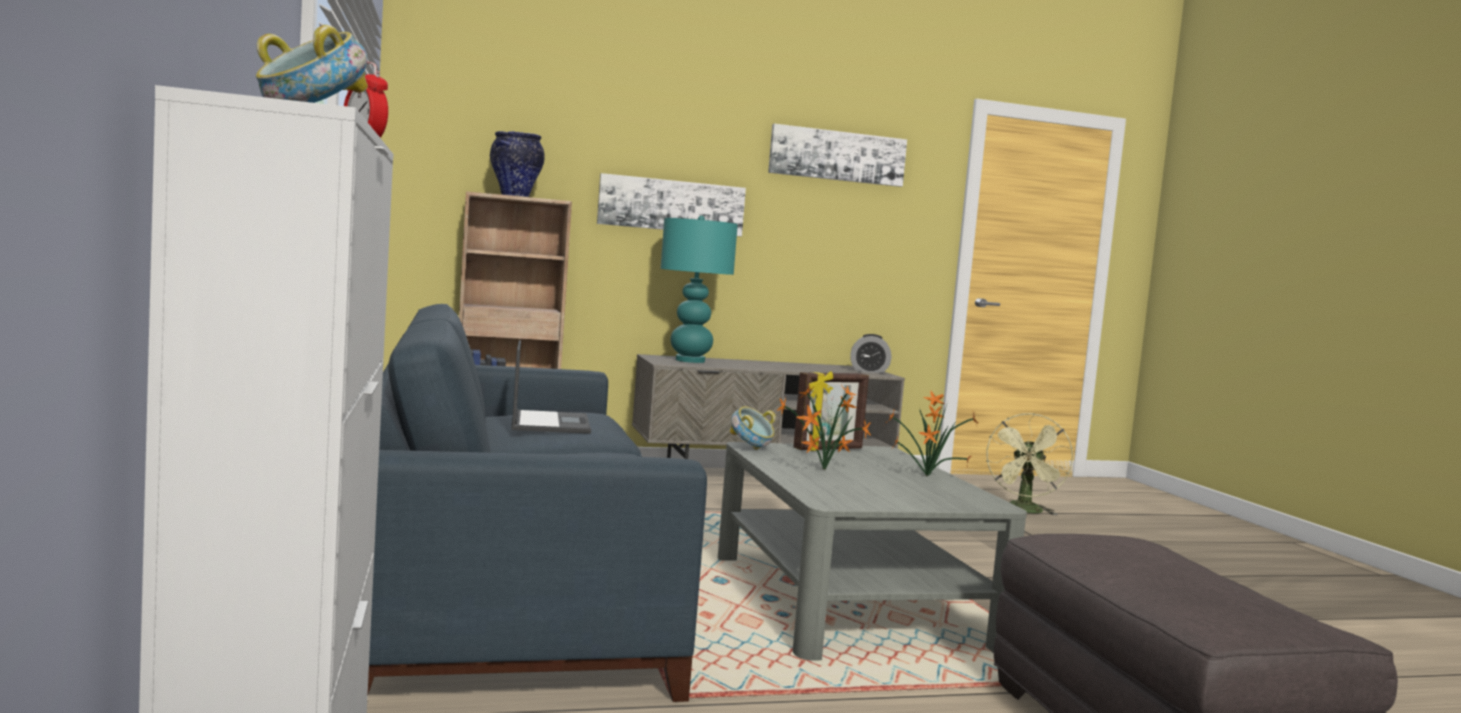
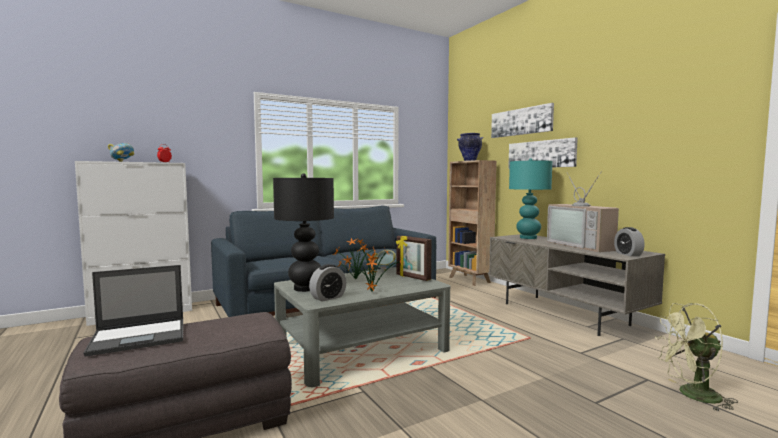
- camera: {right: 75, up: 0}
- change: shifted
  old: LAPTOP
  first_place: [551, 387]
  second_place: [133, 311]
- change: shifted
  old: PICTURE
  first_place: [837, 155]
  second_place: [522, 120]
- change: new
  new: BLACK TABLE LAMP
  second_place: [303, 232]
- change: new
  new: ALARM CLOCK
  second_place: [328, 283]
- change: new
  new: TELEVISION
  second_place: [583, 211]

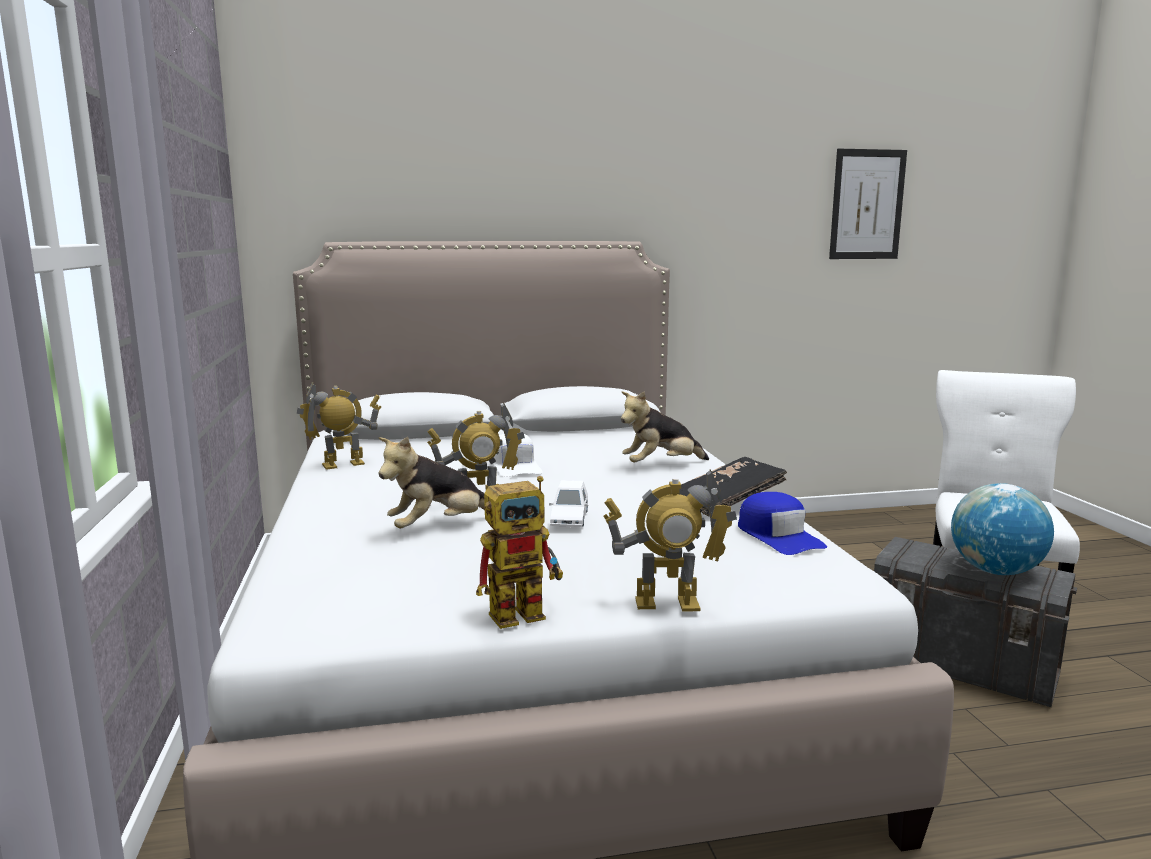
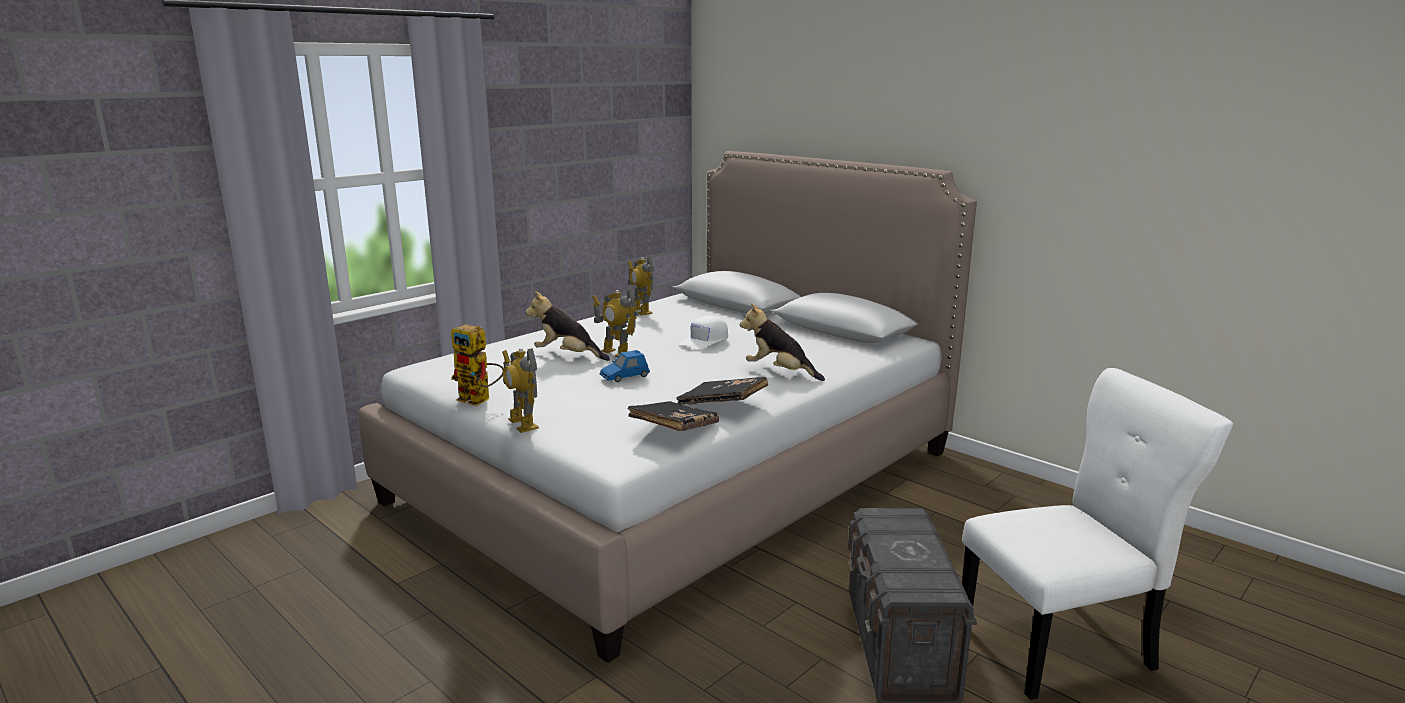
- camera: {right: 55, up: 5}
- change: rotated
  old: TOY ROBOT
  first_place: [339, 426]
  second_place: [641, 285]
  degrees: -150
- change: repainted
  old: WHITE TOY CAR
  new: BLUE TOY CAR
  first_place: [568, 503]
  second_place: [625, 366]
- change: swapped
  old: BLUE CAP
  new: BLACK BOOK
  first_place: [782, 523]
  second_place: [673, 416]
- change: gone
  old: PICTURE
  first_place: [868, 204]
- change: gone
  old: GLOBE
  first_place: [1002, 529]

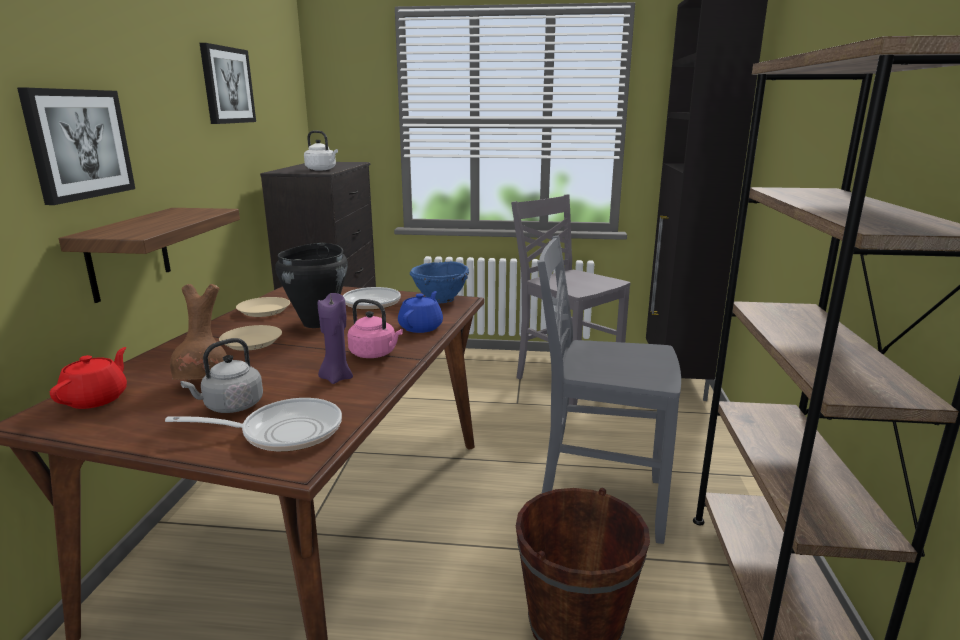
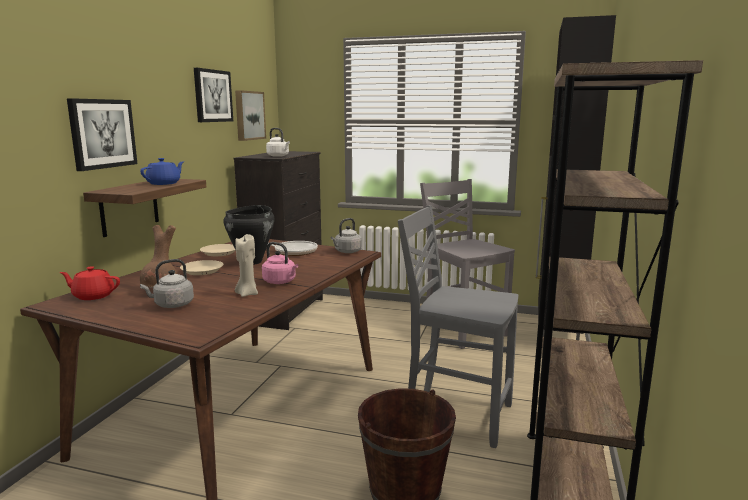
- camera: {right: 10, up: -5}
- change: rotated
  old: RED TEAPOT
  first_place: [88, 378]
  second_place: [90, 283]
  degrees: -105
- change: gone
  old: FRYING PAN
  first_place: [253, 425]
- change: repainted
  old: PURPLE CANDLE
  new: BEIGE CANDLE
  first_place: [335, 338]
  second_place: [246, 265]
- change: shifted
  old: BLUE TEAPOT
  first_place: [420, 312]
  second_place: [162, 171]
- change: swapped
  old: BLUE BOWL
  new: GREY KETTLE
  first_place: [439, 282]
  second_place: [346, 235]
- change: new
  new: PICTURE
  second_place: [250, 115]

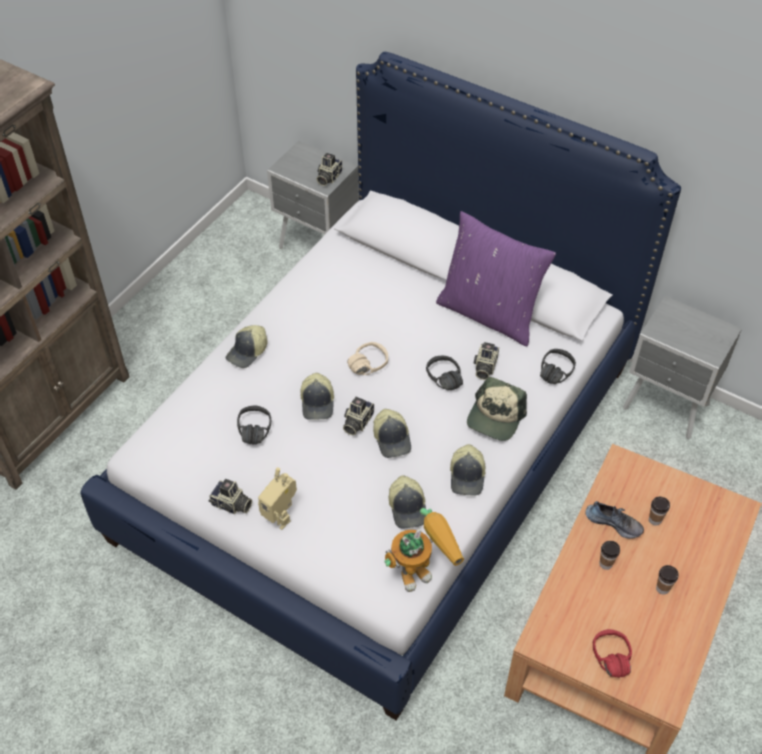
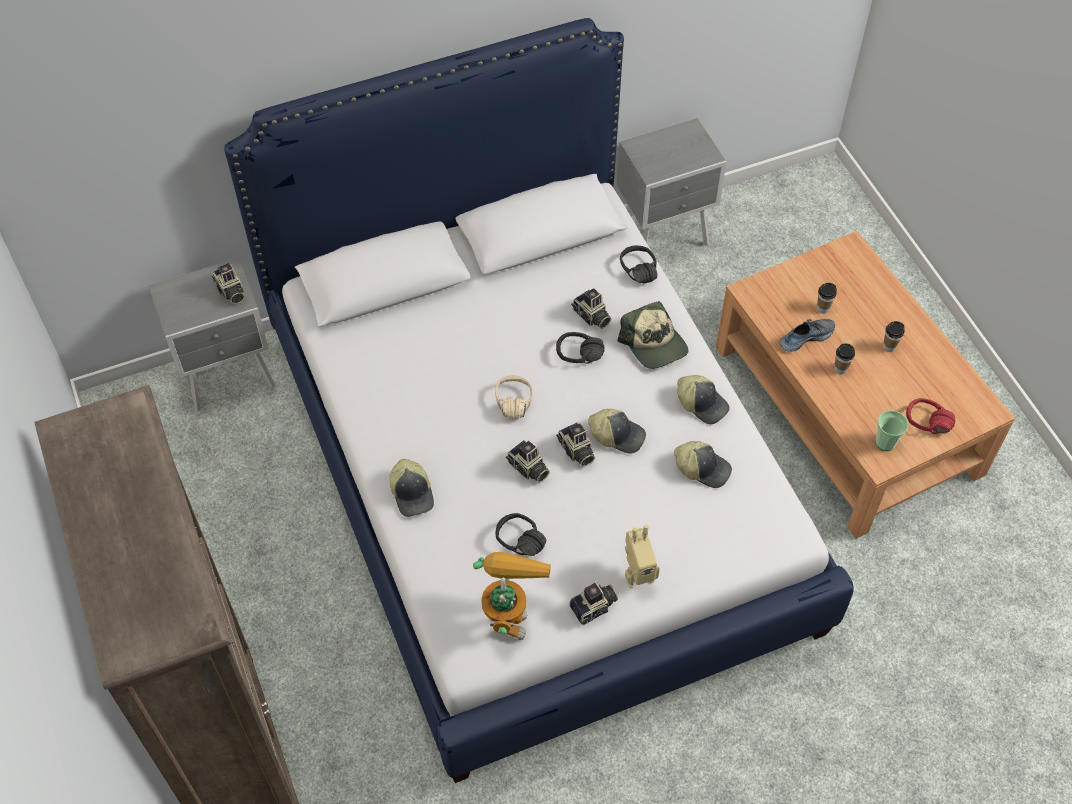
- camera: {right: -55, up: 5}
- change: swapped
  old: CAP
  new: PHOTO CAMERA
  first_place: [317, 396]
  second_place: [528, 461]
- change: shifted
  old: TOY ROBOT
  first_place: [424, 550]
  second_place: [512, 596]
- change: gone
  old: PURPLE PILLOW
  first_place: [496, 278]
- change: new
  new: CUP
  second_place: [892, 430]

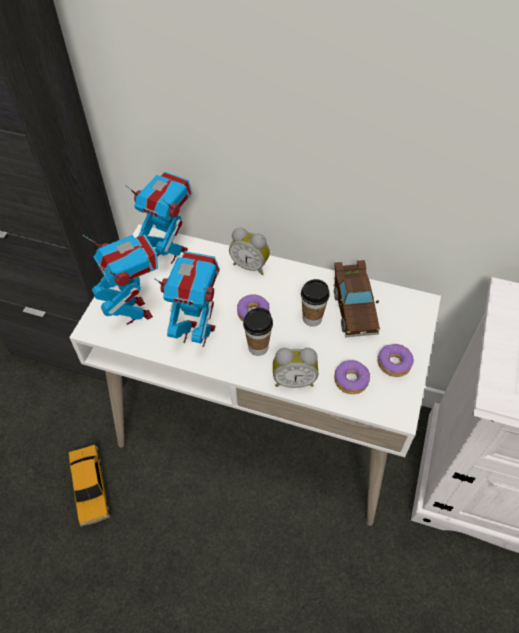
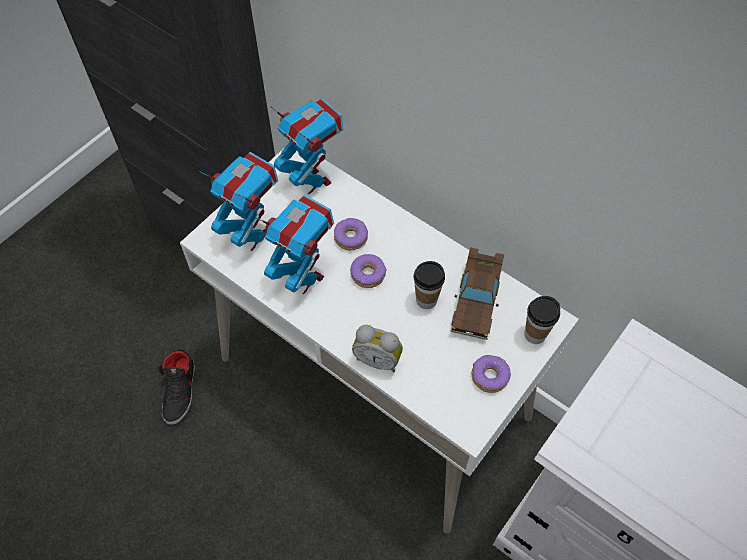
- camera: {right: 20, up: 5}
- change: swapped
  old: TOY CAR
  new: BLACK SHOE
  first_place: [89, 485]
  second_place: [176, 387]
- change: rotated
  old: TOY ROBOT
  first_place: [120, 279]
  second_place: [239, 201]
  degrees: -45
- change: gone
  old: ALARM CLOCK
  first_place: [249, 251]
- change: shifted
  old: CUP
  first_place: [258, 332]
  second_place: [542, 320]
- change: shifted
  old: DONUT
  first_place: [352, 377]
  second_place: [351, 234]

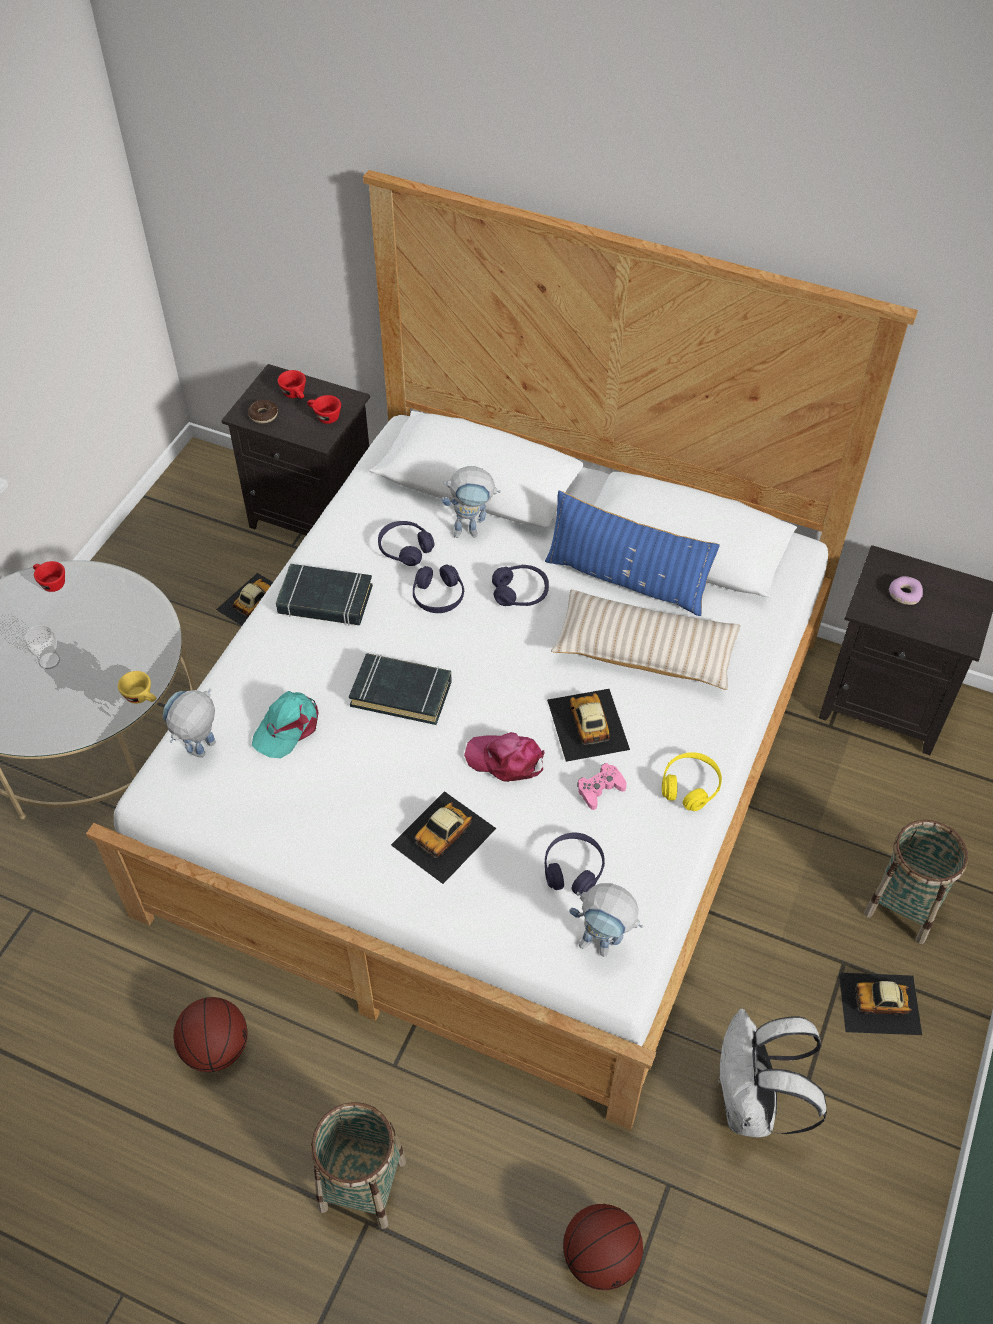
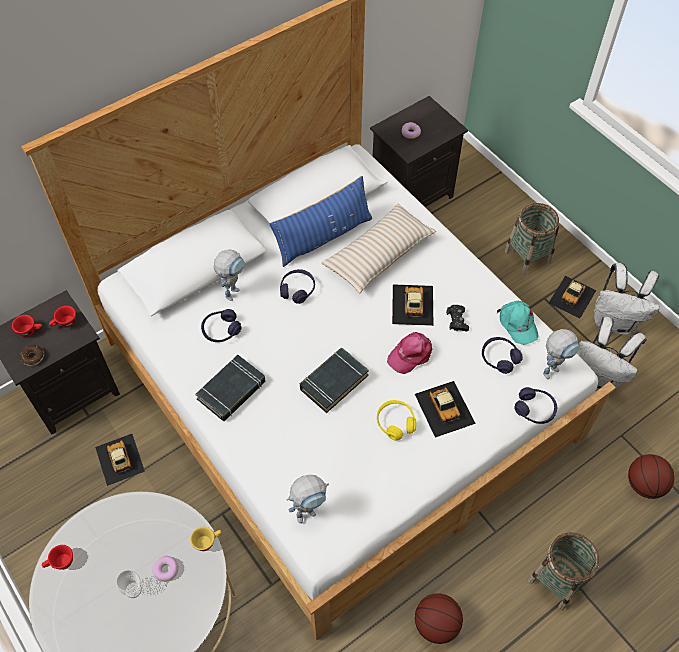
- camera: {right: -60, up: 5}
- change: rotated
  old: TOY ROBOT
  first_place: [189, 723]
  second_place: [308, 499]
  degrees: -90
- change: shifted
  old: TURQUOISE CAP
  first_place: [285, 724]
  second_place: [518, 323]
- change: shifted
  old: PURPLE HEADPHONES
  first_place: [438, 588]
  second_place: [535, 405]
- change: rotated
  old: TOY CAR
  first_place: [588, 725]
  second_place: [413, 305]
  degrees: 75
- change: repainted
  old: PINK GAME CONTROLLER
  new: BLACK GAME CONTROLLER
  first_place: [602, 786]
  second_place: [457, 318]
- change: shifted
  old: YELLOW HEADPHONES
  first_place: [692, 781]
  second_place: [396, 420]
- change: new
  new: DONUT
  second_place: [165, 569]
- change: new
  new: WHITE BACKPACK
  second_place: [627, 299]

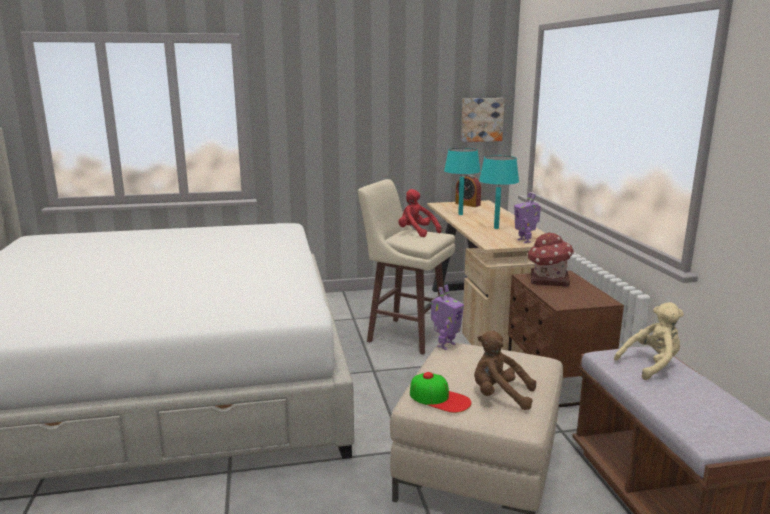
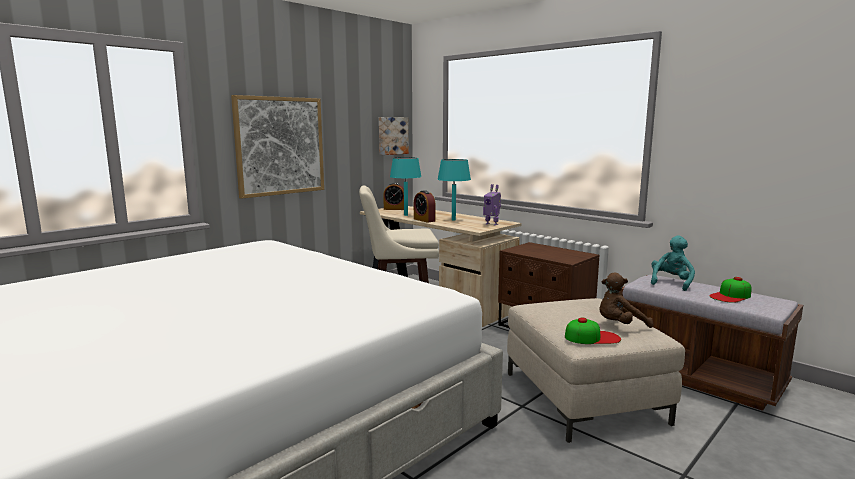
- camera: {right: -35, up: -5}
- change: gone
  old: RED PLUSH TOY
  first_place: [420, 213]
- change: gone
  old: TOY ROBOT
  first_place: [447, 317]
- change: gone
  old: TOY HOUSE
  first_place: [550, 259]
- change: repainted
  old: BEIGE PLUSH TOY
  new: TURQUOISE PLUSH TOY
  first_place: [649, 341]
  second_place: [673, 263]
- change: new
  new: PICTURE
  second_place: [277, 147]
- change: new
  new: ALARM CLOCK
  second_place: [425, 206]
- change: new
  new: CAP
  second_place: [730, 290]

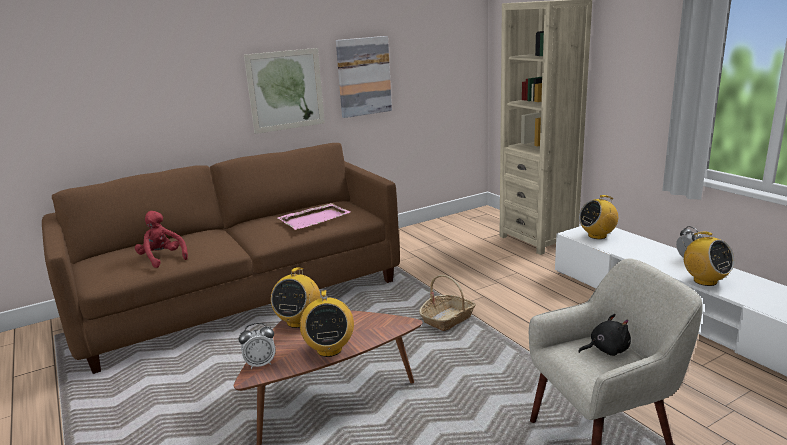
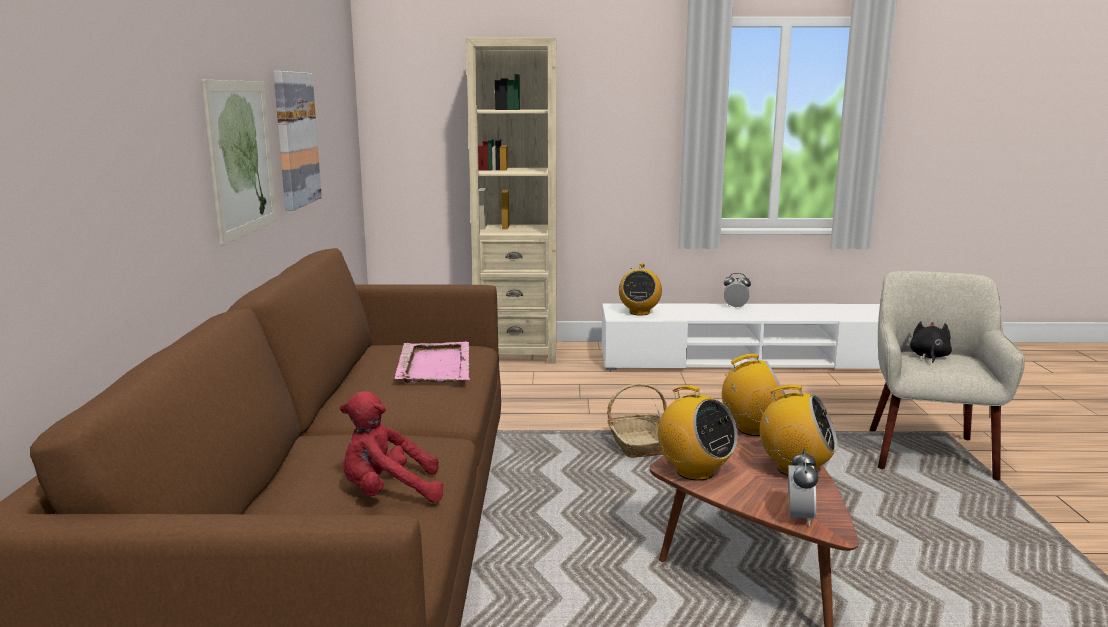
- camera: {right: -60, up: -5}
- change: shifted
  old: RADIO
  first_place: [708, 259]
  second_place: [754, 395]

